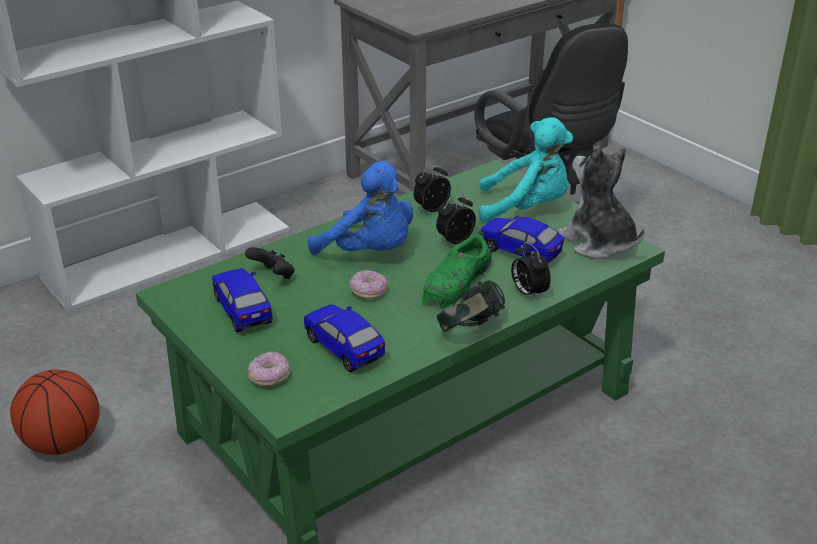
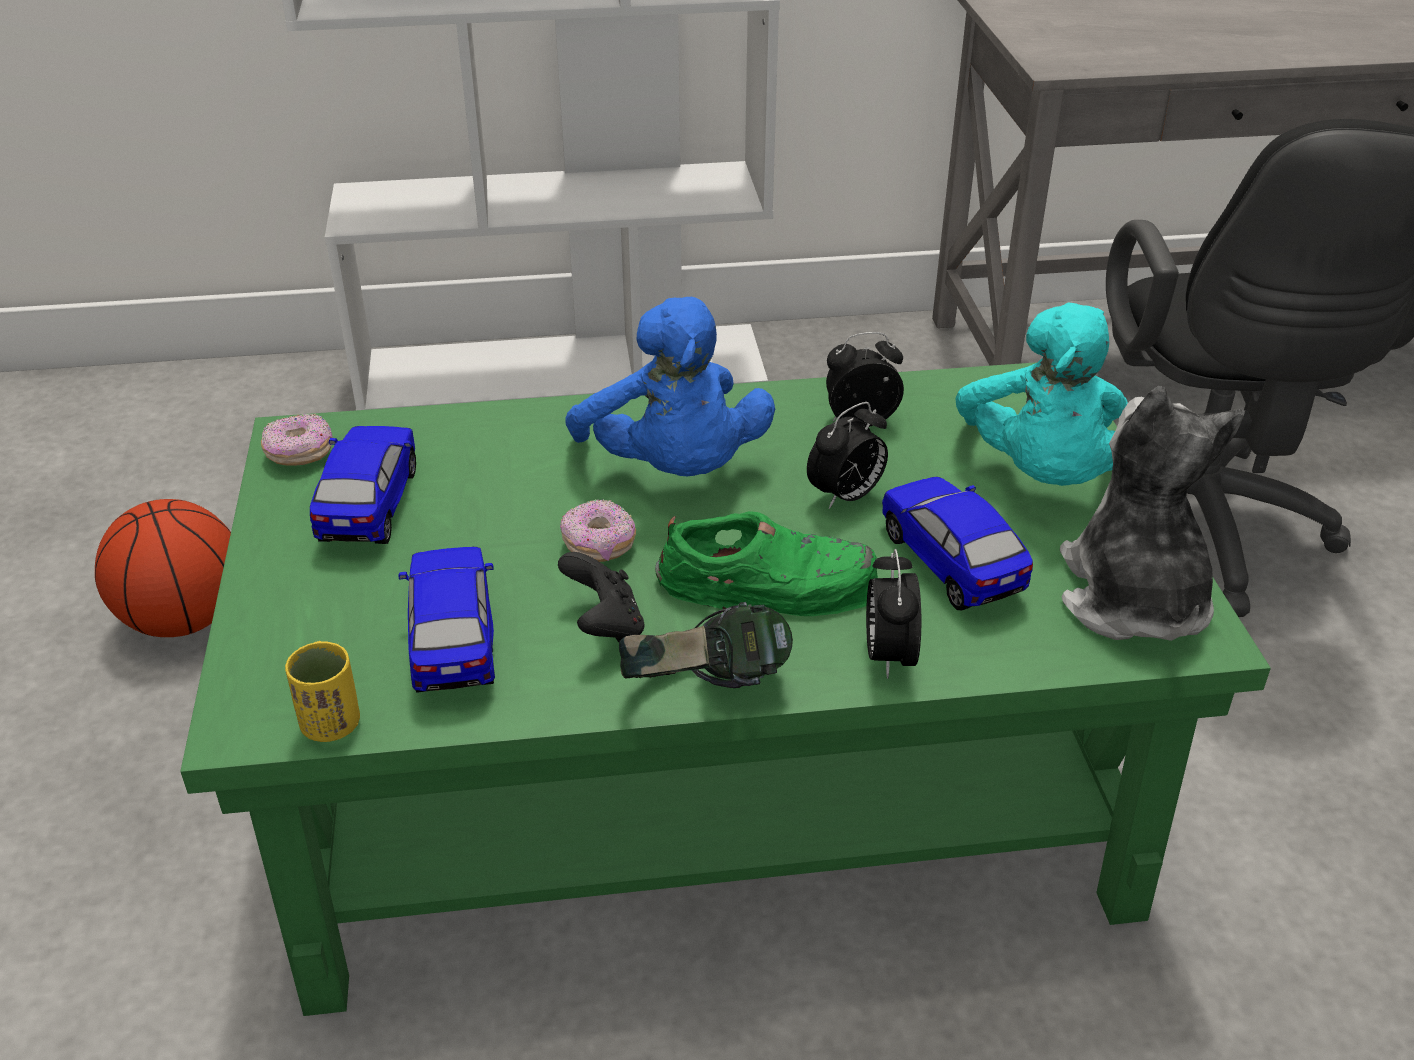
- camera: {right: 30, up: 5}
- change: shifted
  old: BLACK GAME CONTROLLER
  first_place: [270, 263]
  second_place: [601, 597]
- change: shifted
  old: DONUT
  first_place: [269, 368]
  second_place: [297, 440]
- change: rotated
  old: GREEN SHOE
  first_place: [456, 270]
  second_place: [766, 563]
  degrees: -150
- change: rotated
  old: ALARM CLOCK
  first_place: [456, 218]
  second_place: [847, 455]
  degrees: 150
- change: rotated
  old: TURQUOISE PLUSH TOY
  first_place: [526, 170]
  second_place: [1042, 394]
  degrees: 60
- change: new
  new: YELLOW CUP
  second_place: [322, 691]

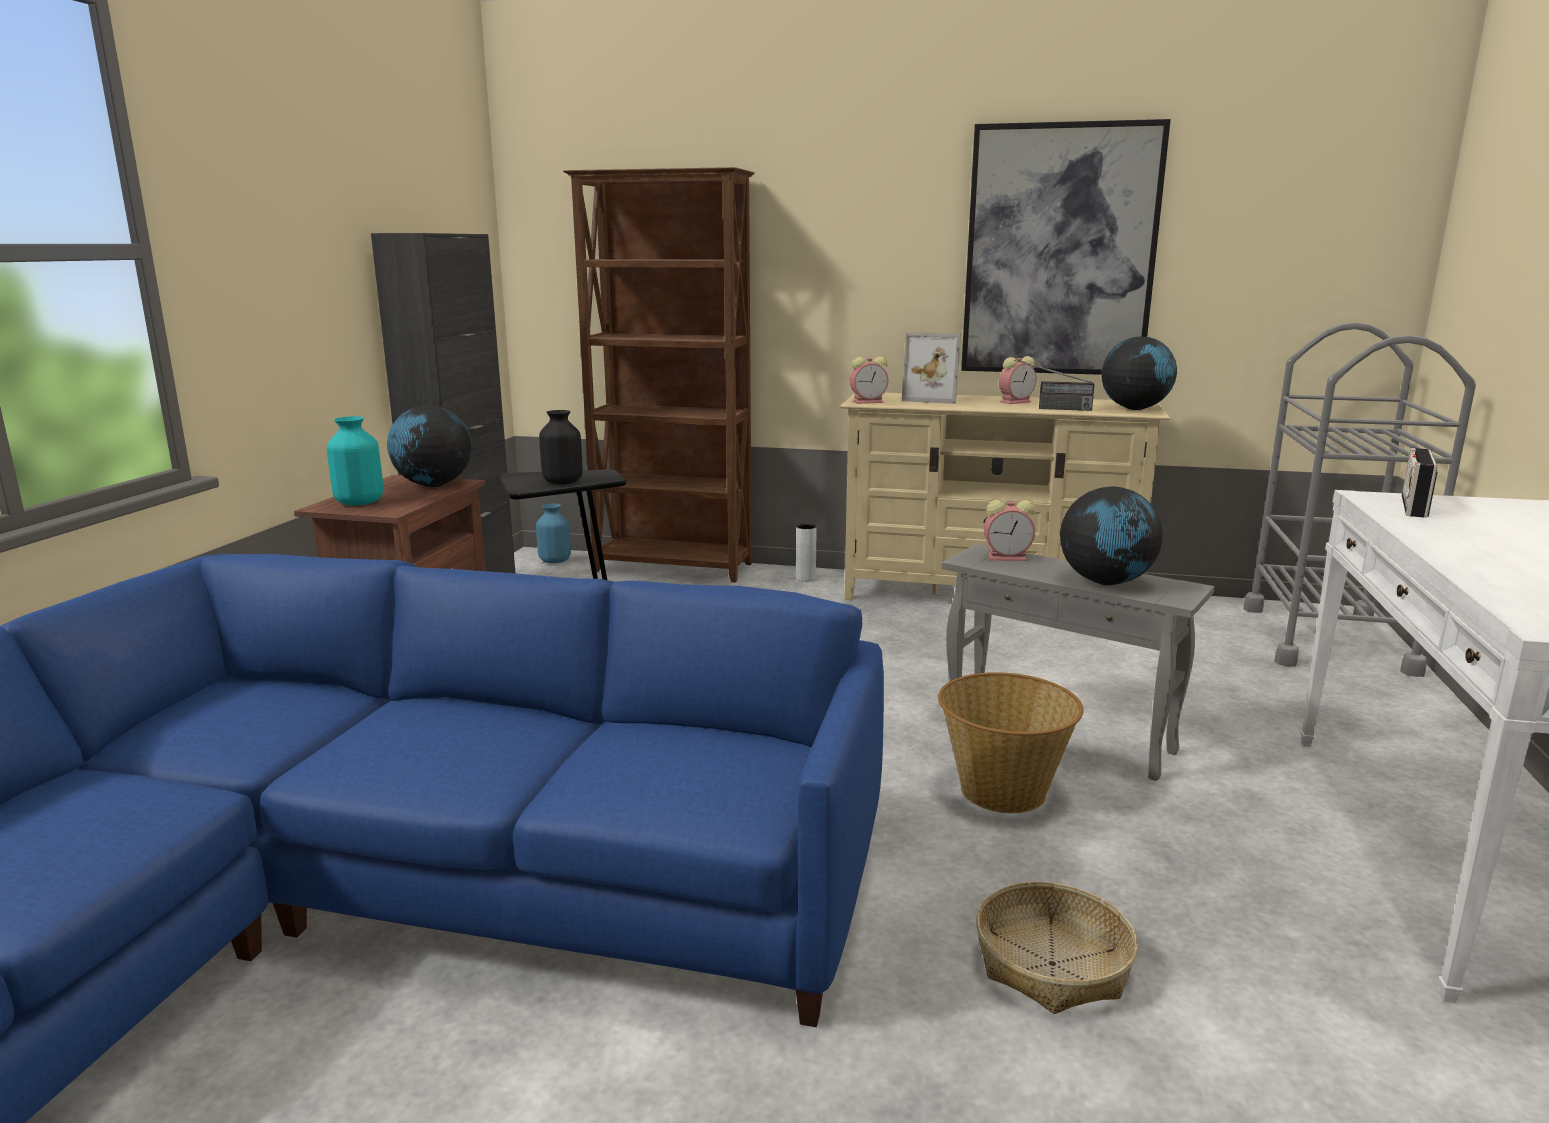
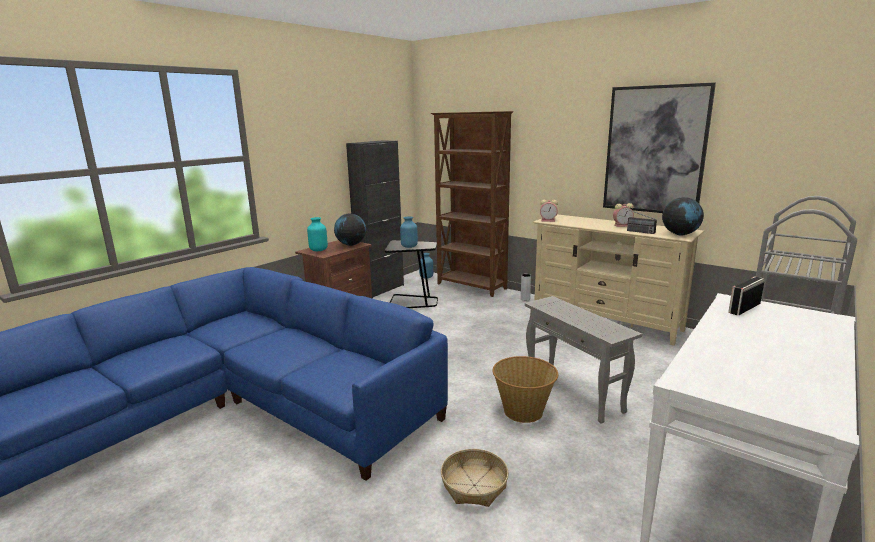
- camera: {right: 25, up: 0}
- change: repainted
  old: BLACK VASE
  new: BLUE VASE
  first_place: [561, 447]
  second_place: [409, 232]
- change: gone
  old: PICTURE FRAME
  first_place: [931, 368]
- change: gone
  old: ALARM CLOCK
  first_place: [1010, 530]
- change: gone
  old: GLOBE
  first_place: [1111, 536]

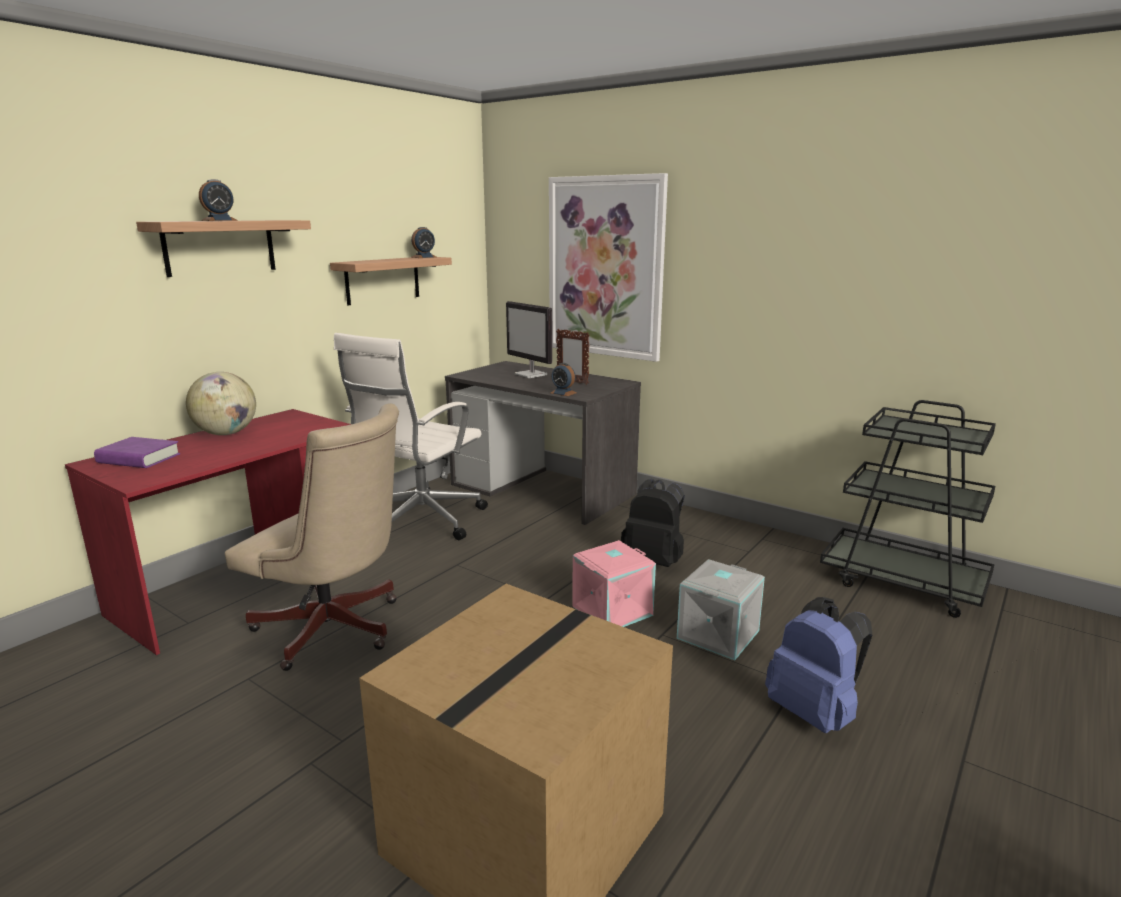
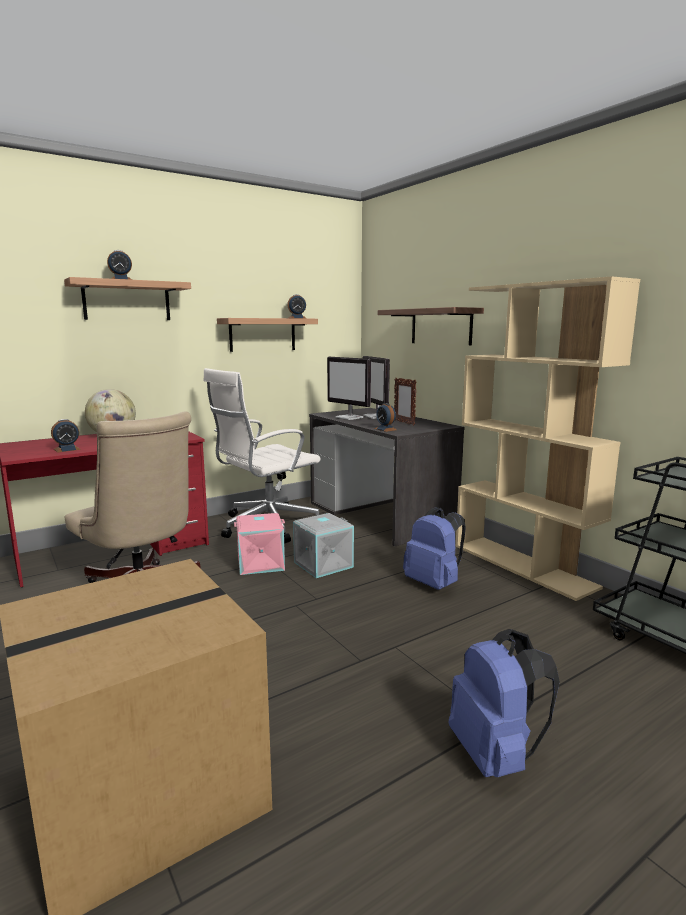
- camera: {right: 20, up: -5}
- change: gone
  old: PURPLE BOOK
  first_place: [137, 452]
- change: swapped
  old: PICTURE
  new: SHELF
  first_place: [608, 267]
  second_place: [431, 326]
- change: shifted
  old: PINK STORAGE BOX
  first_place: [614, 583]
  second_place: [259, 544]
- change: repainted
  old: BLACK BACKPACK
  new: BLUE BACKPACK
  first_place: [653, 523]
  second_place: [434, 548]
- change: shifted
  old: GREY STORAGE BOX
  first_place: [721, 609]
  second_place: [323, 545]
- change: new
  new: ALARM CLOCK
  second_place: [66, 436]
- change: new
  new: MONITOR
  second_place: [349, 388]
- change: new
  new: BEIGE BOOKCASE
  second_place: [547, 438]

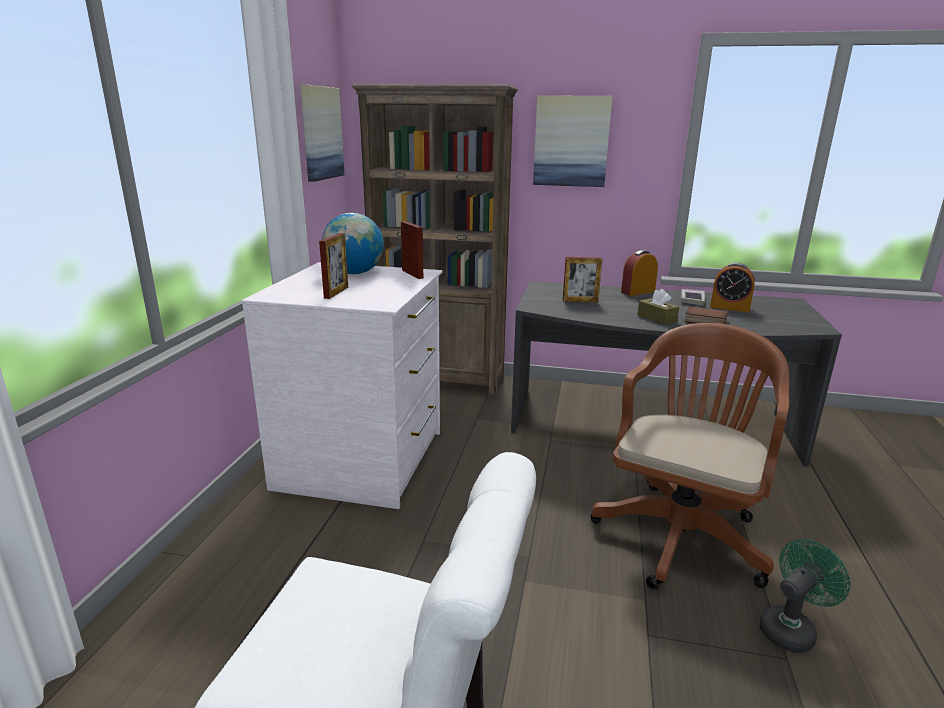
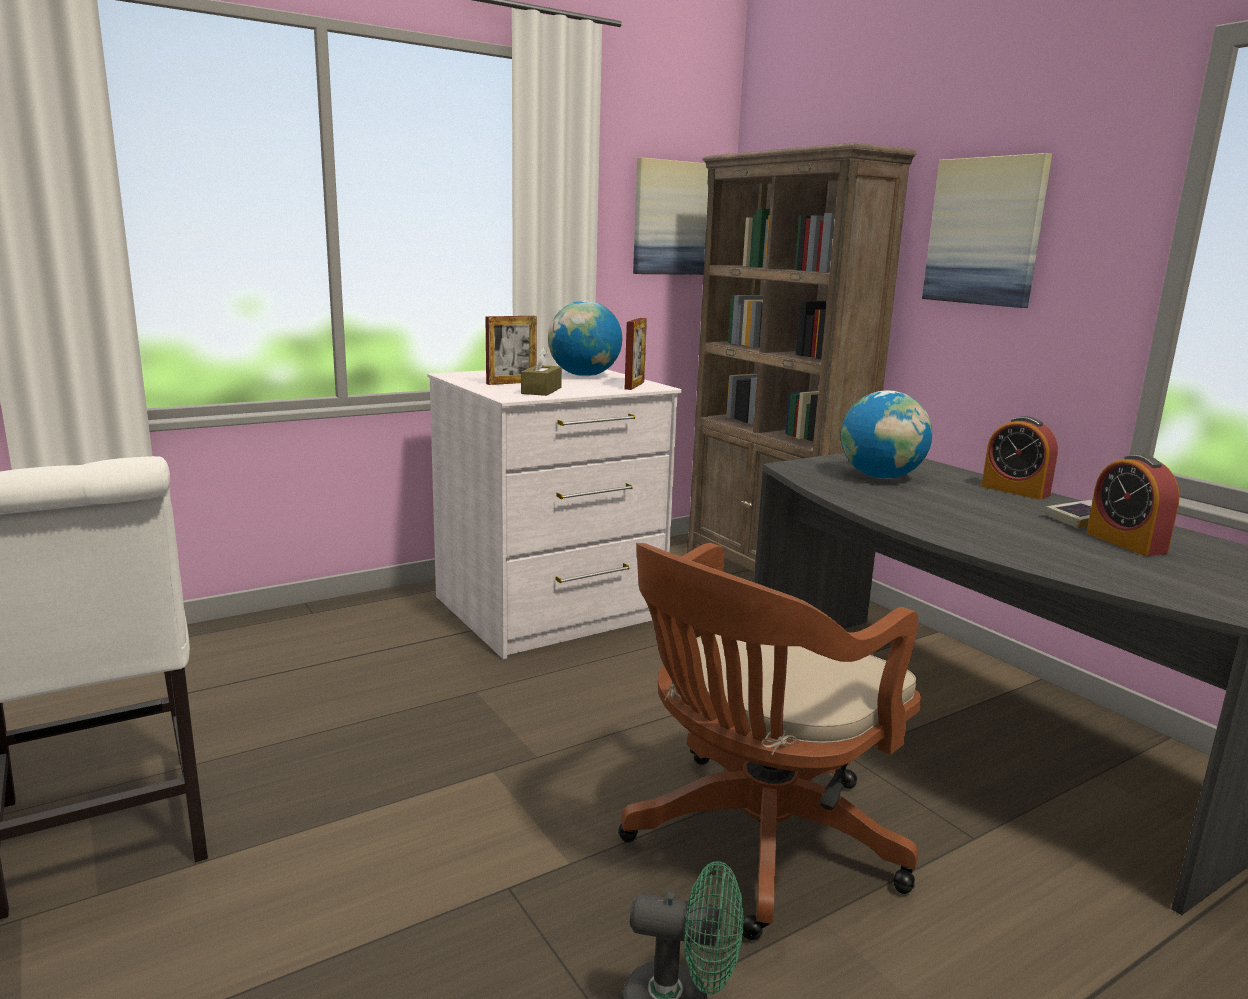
- camera: {right: 45, up: -5}
- change: swapped
  old: PICTURE FRAME
  new: GLOBE
  first_place: [582, 279]
  second_place: [886, 434]
- change: rotated
  old: BROWN OFFICE CHAIR
  first_place: [689, 456]
  second_place: [769, 741]
  degrees: 150
- change: rotated
  old: ALARM CLOCK
  first_place: [639, 273]
  second_place: [1019, 458]
  degrees: -150
- change: shifted
  old: BROWN TISSUE BOX
  first_place: [658, 307]
  second_place: [541, 372]
- change: gone
  old: BOOK
  first_place: [706, 315]

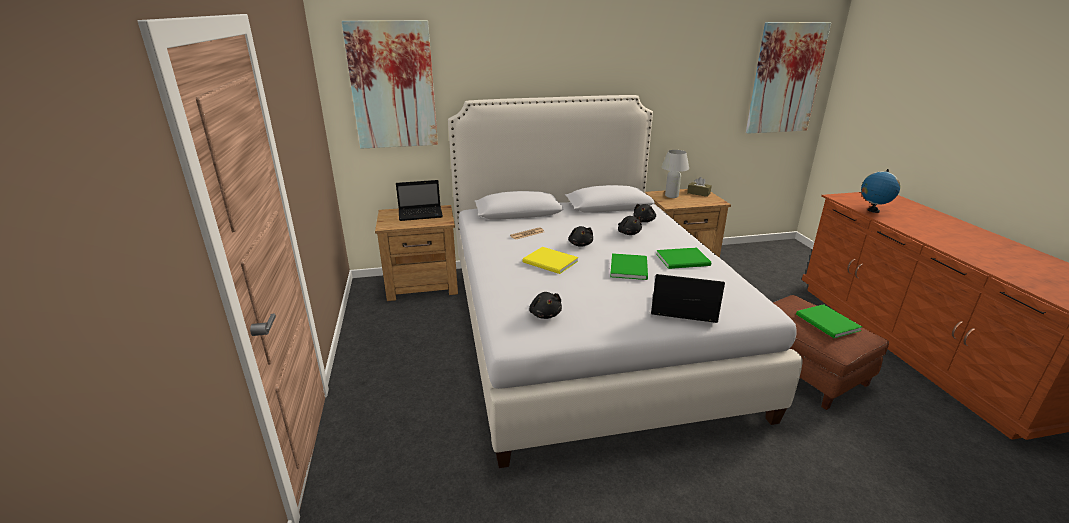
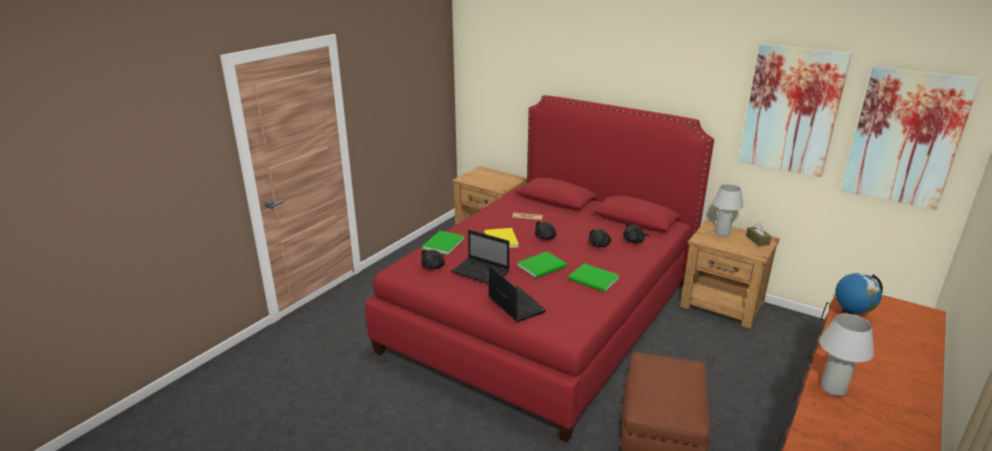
- camera: {right: 45, up: 0}
- change: shifted
  old: PICTURE
  first_place: [390, 84]
  second_place: [795, 110]
- change: shifted
  old: LAPTOP
  first_place: [419, 200]
  second_place: [480, 257]
- change: repainted
  old: WHITE BED
  new: RED BED
  first_place: [625, 281]
  second_place: [539, 268]
- change: shifted
  old: GREEN BOOK
  first_place: [829, 321]
  second_place: [443, 243]
- change: new
  new: WHITE TABLE LAMP
  second_place: [846, 355]

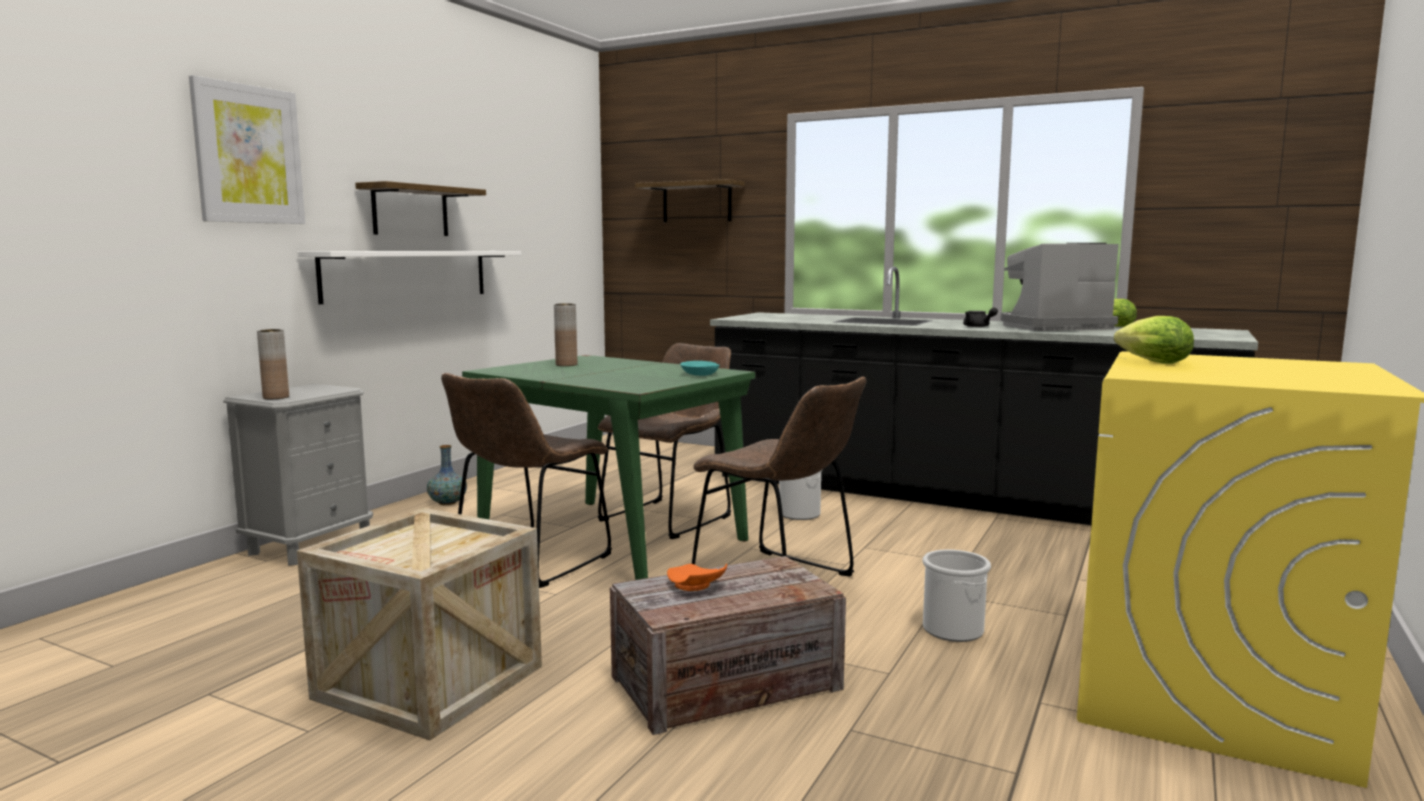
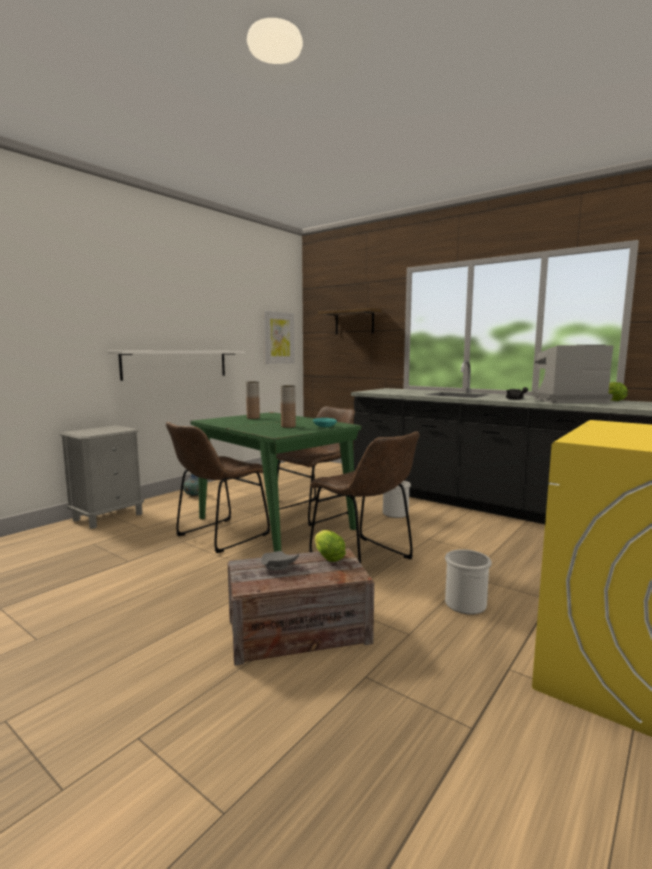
- camera: {right: 10, up: 0}
- change: shifted
  old: PICTURE
  first_place: [247, 149]
  second_place: [279, 337]
- change: shifted
  old: BROWN VASE
  first_place: [273, 364]
  second_place: [288, 406]
- change: gone
  old: CRATE
  first_place: [419, 624]
- change: gone
  old: SHELF
  first_place: [420, 208]
- change: repainted
  old: ORANGE PLATE
  new: GREY PLATE
  first_place: [697, 577]
  second_place: [280, 560]
- change: shifted
  old: LETTUCE
  first_place: [1154, 340]
  second_place: [330, 546]

